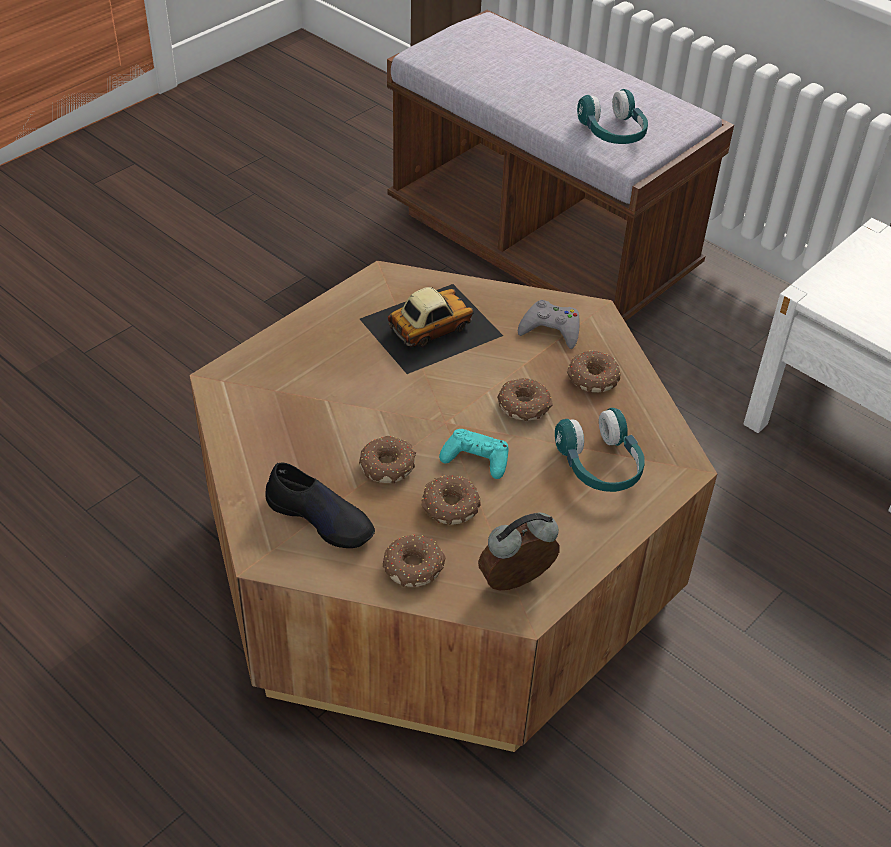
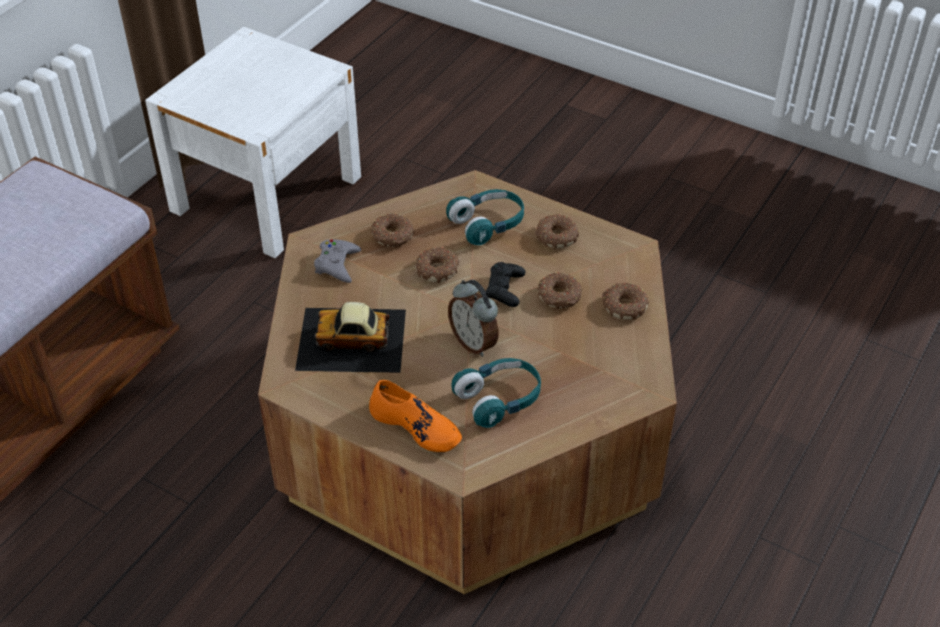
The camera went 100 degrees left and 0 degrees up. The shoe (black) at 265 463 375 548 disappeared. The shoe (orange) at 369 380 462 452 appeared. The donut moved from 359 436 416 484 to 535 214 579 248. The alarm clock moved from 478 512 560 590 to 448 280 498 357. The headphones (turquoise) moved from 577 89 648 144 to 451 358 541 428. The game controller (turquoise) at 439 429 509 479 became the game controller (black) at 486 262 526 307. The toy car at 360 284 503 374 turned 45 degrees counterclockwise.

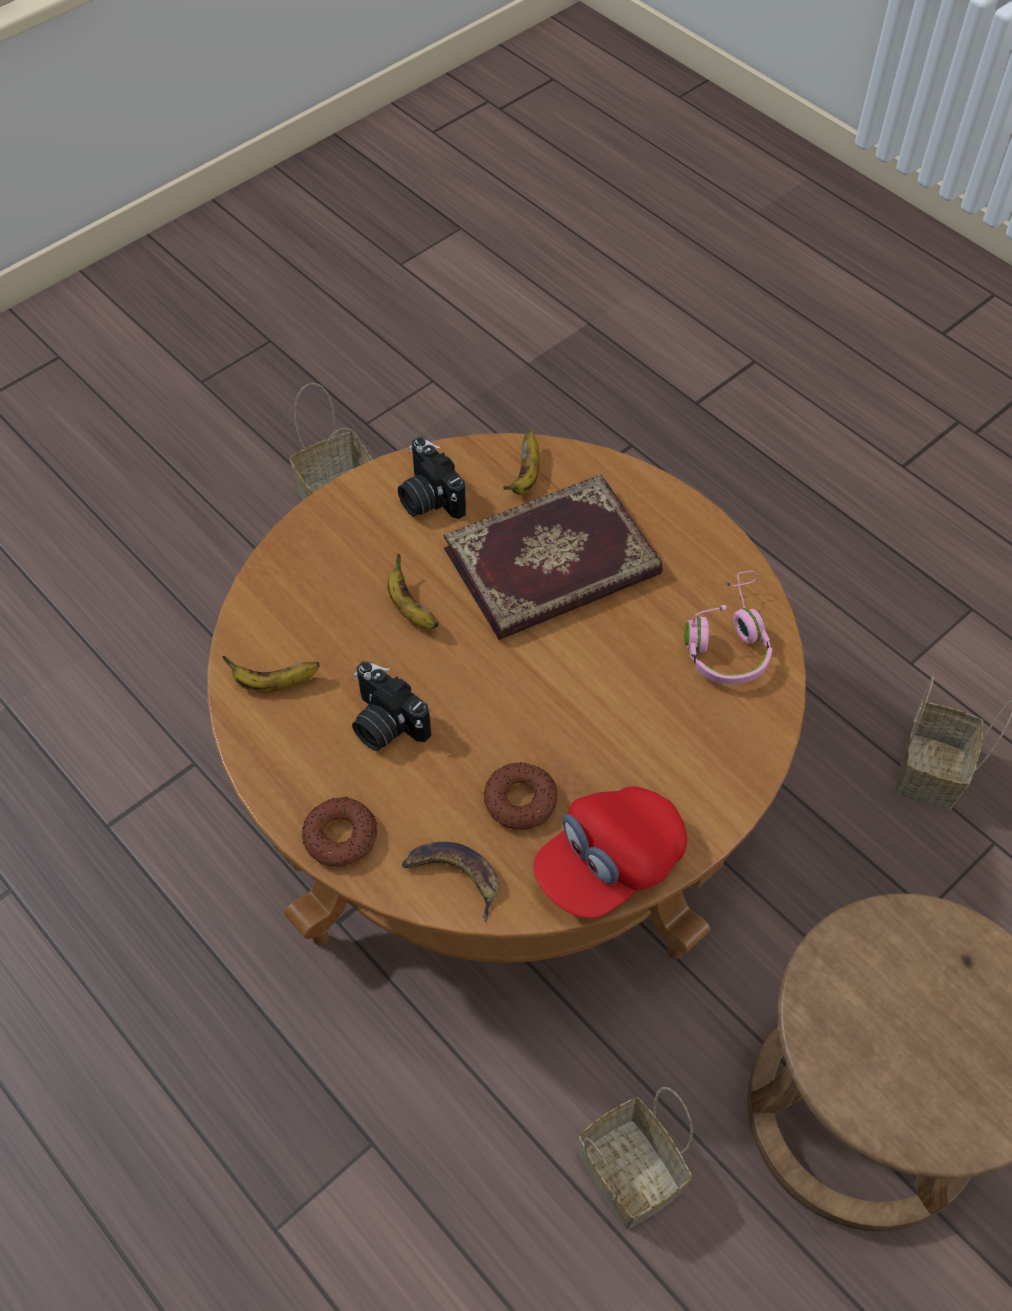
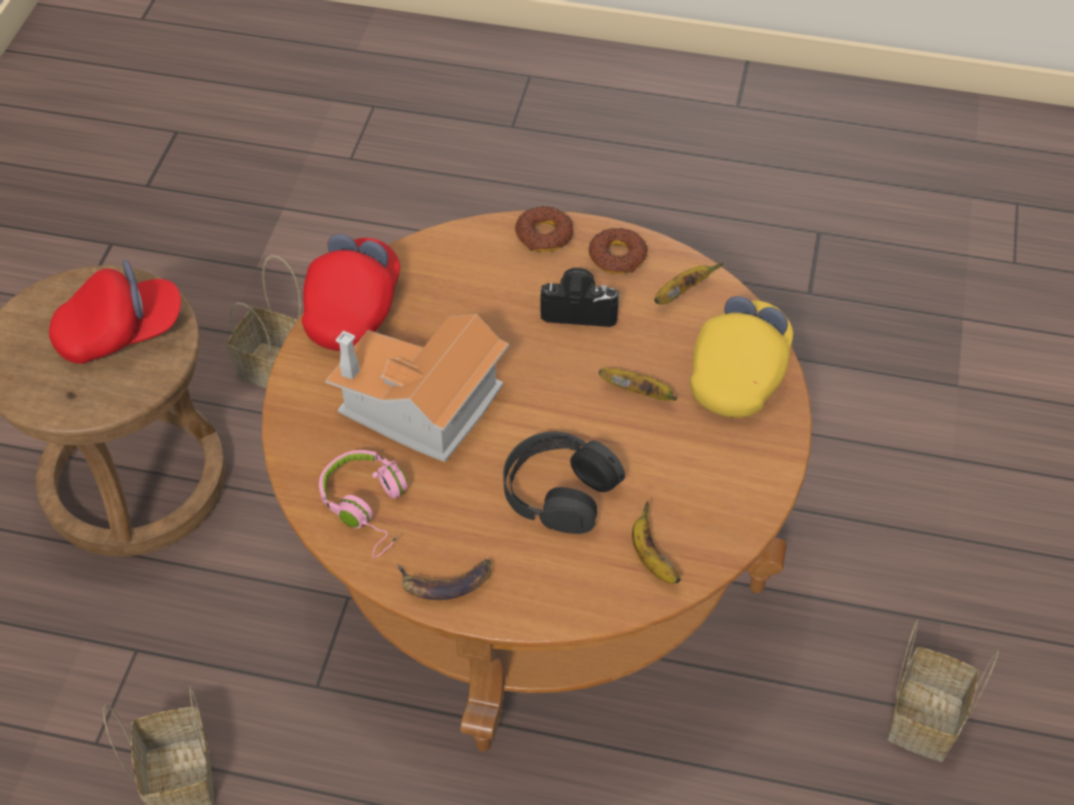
The camera went 145 degrees right and 5 degrees down. The photo camera at 398 437 466 519 disappeared. The cap (red) at 49 260 181 364 appeared. The toy house at 325 314 509 462 appeared. The cap (yellow) at 690 296 793 418 appeared. The banana moved from 402 842 499 922 to 397 559 492 600. The donut moved from 483 762 558 830 to 589 228 648 274. The book at 444 474 663 640 was replaced by the headphones (black) at 503 432 625 534.

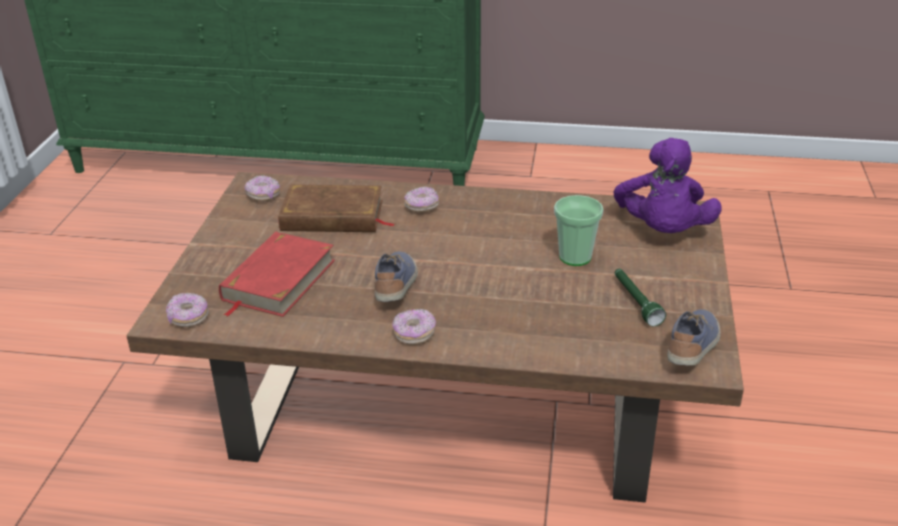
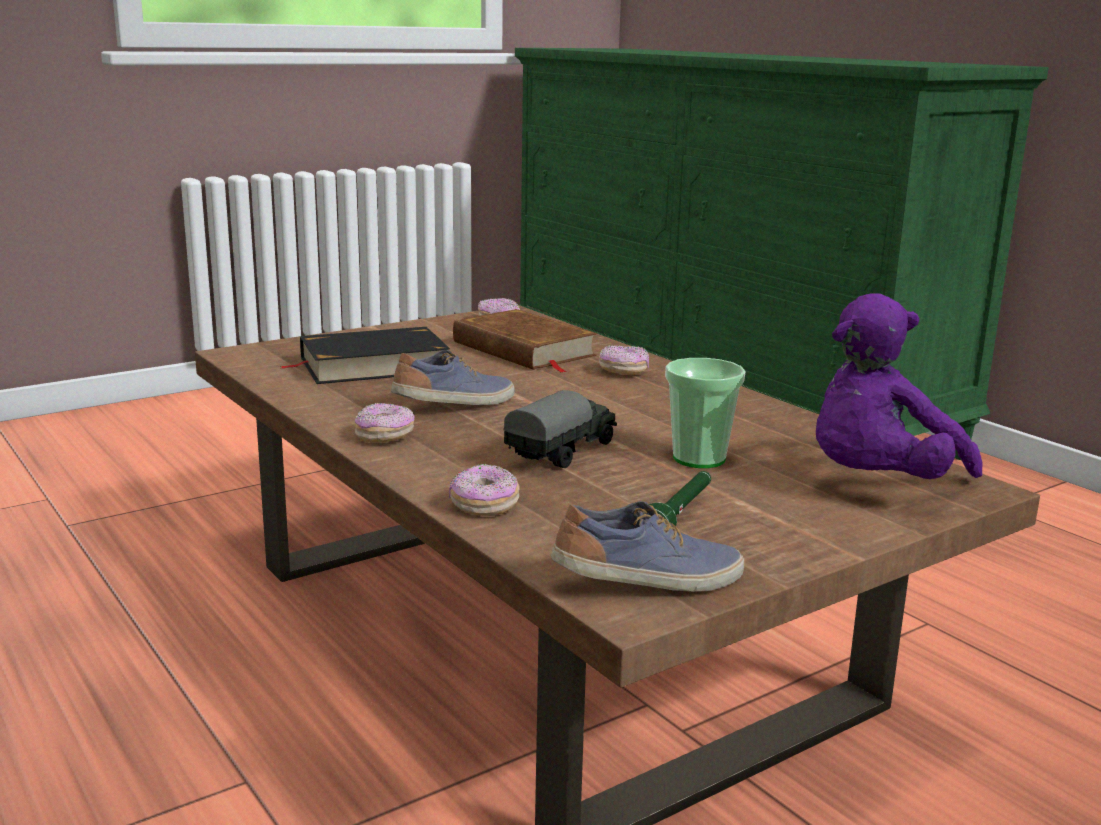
The camera went 45 degrees right and 15 degrees down. The toy truck at 503 390 617 468 appeared. The donut moved from 166 293 209 327 to 449 464 520 516. The book (red) at 219 232 335 317 became the book (black) at 281 327 450 384.

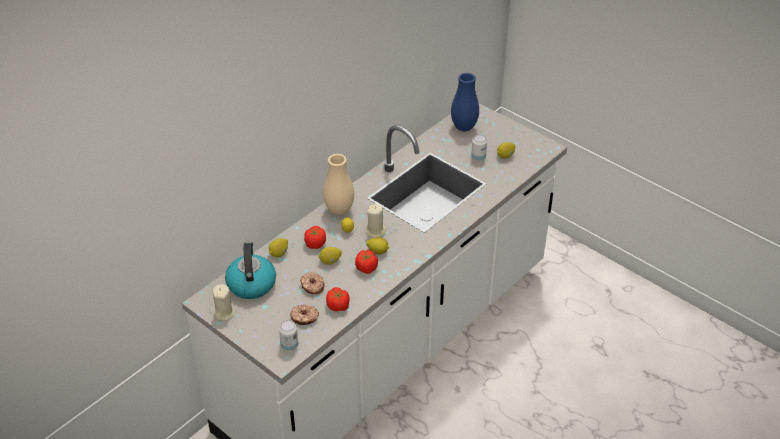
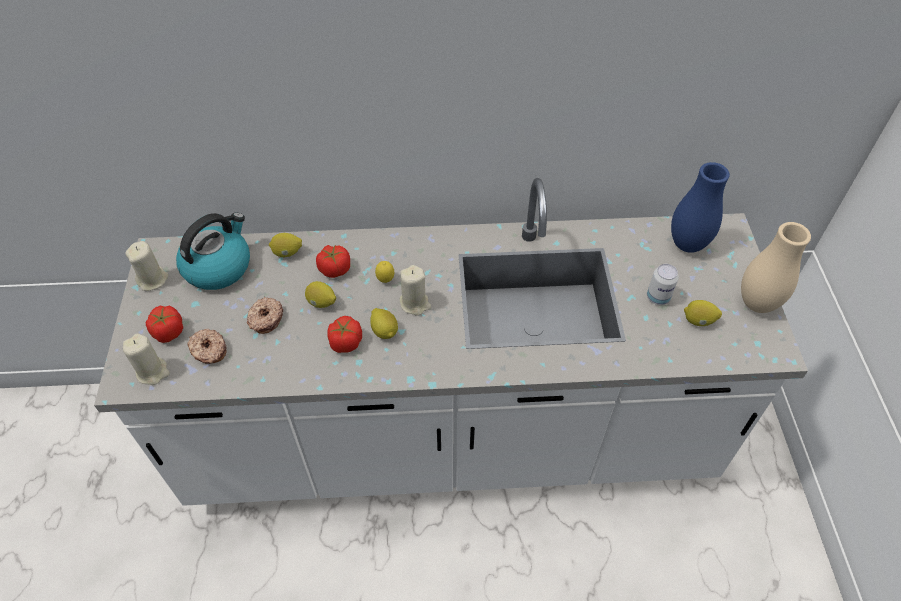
The camera went 45 degrees right and 10 degrees up. The vase (beige) moved from 323 154 354 216 to 741 222 811 313. The tomato moved from 326 287 350 311 to 146 306 183 343. The can at 279 320 298 351 was replaced by the candle (beige) at 123 334 170 385.

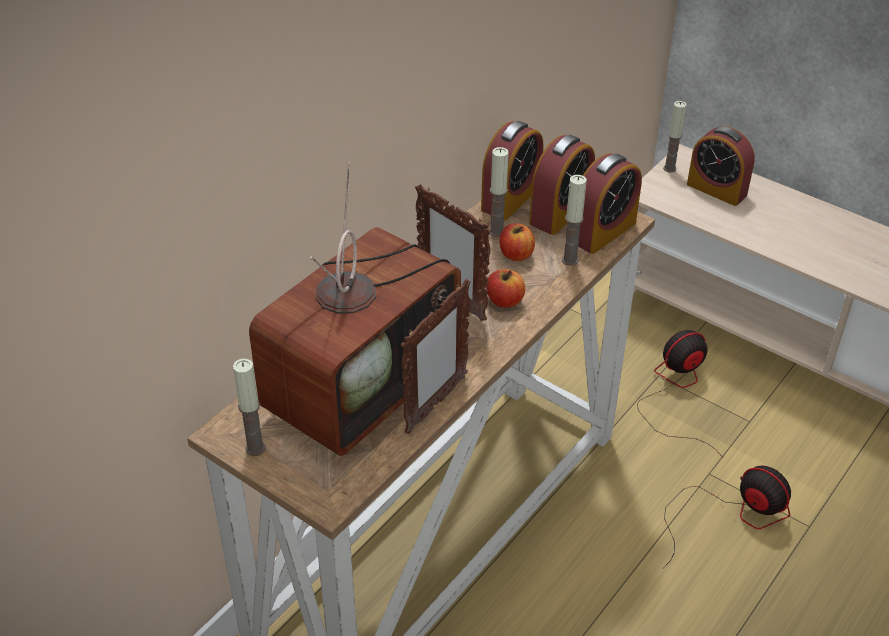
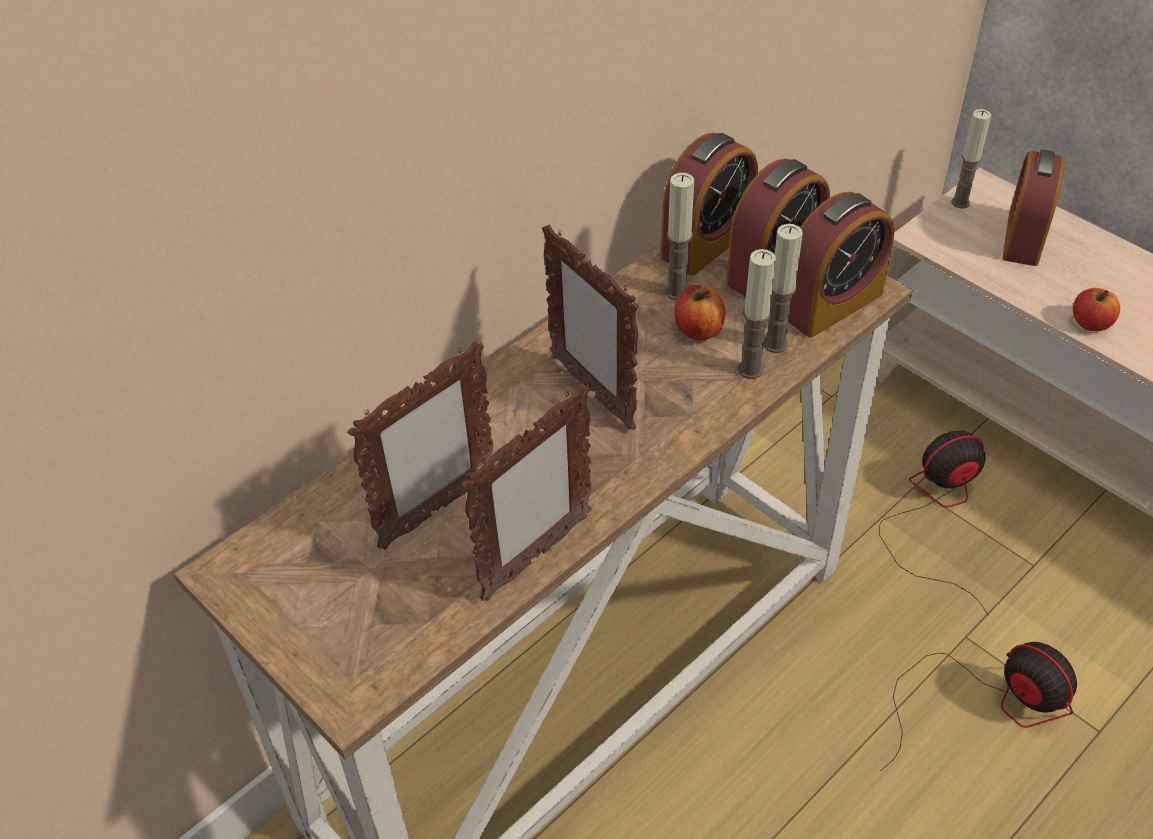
The camera went 10 degrees right and 5 degrees up. The candle moved from 233 358 266 456 to 738 249 776 379. The apple moved from 486 269 525 308 to 1073 288 1120 331. The television at 249 162 461 456 was replaced by the picture frame at 347 341 493 550. The alarm clock at 687 127 755 206 turned 60 degrees clockwise.

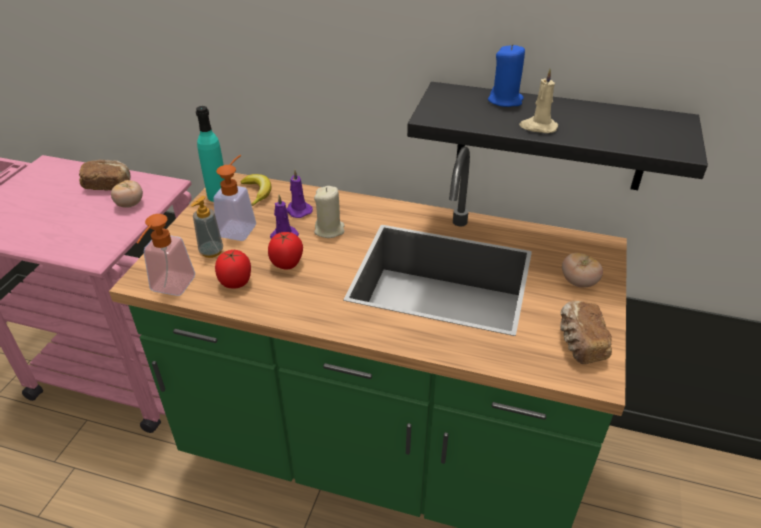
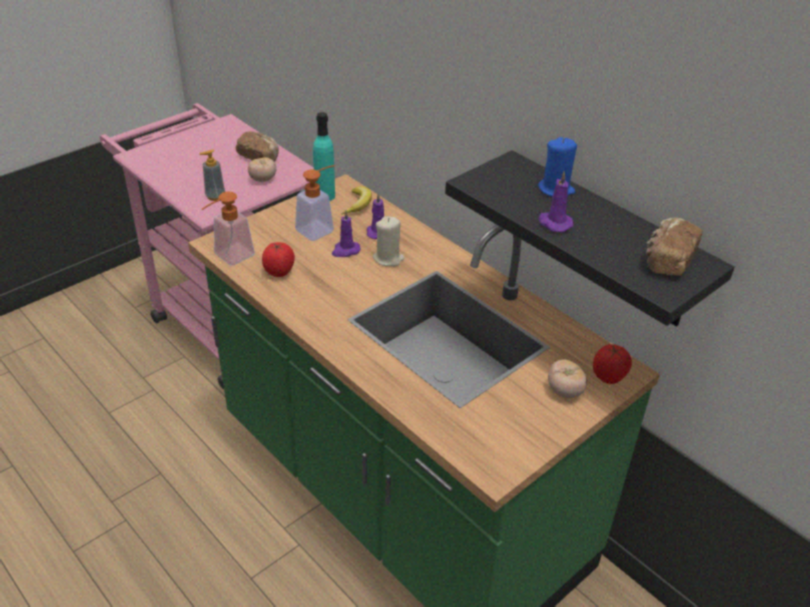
The camera went 30 degrees right and 0 degrees up. The soap dispenser moved from 191 196 223 258 to 199 149 225 201. The tomato moved from 268 232 303 270 to 593 344 632 384. The bread moved from 560 301 612 364 to 646 218 703 276. The candle (beige) at 519 69 558 133 became the candle (purple) at 539 171 573 233.

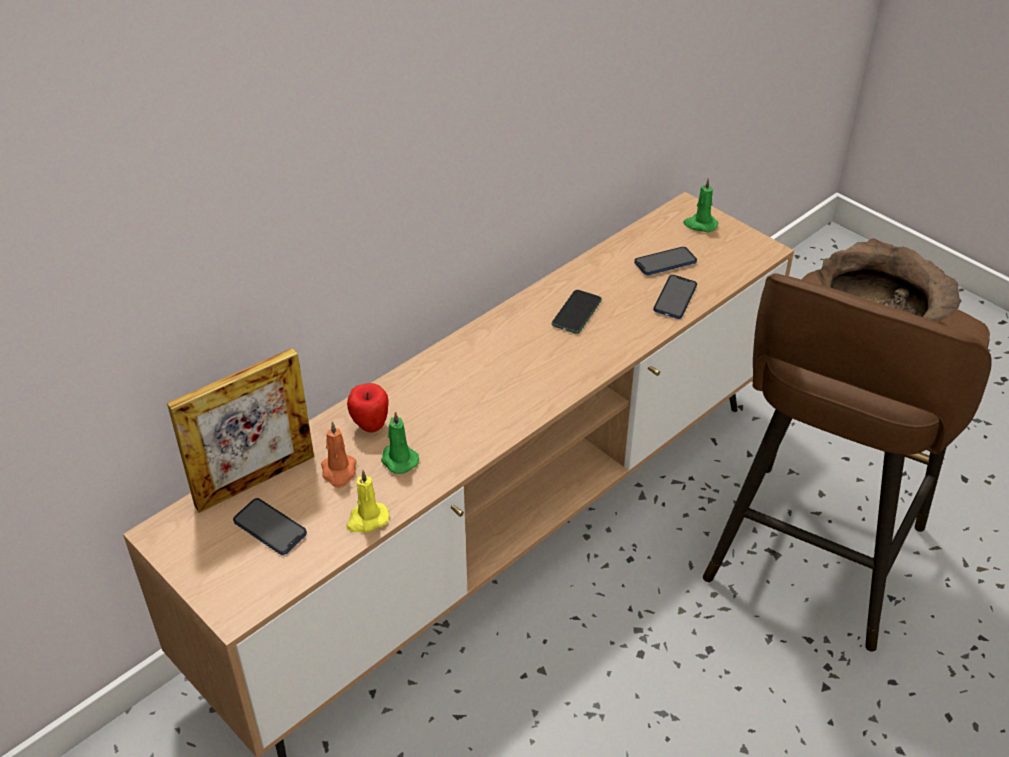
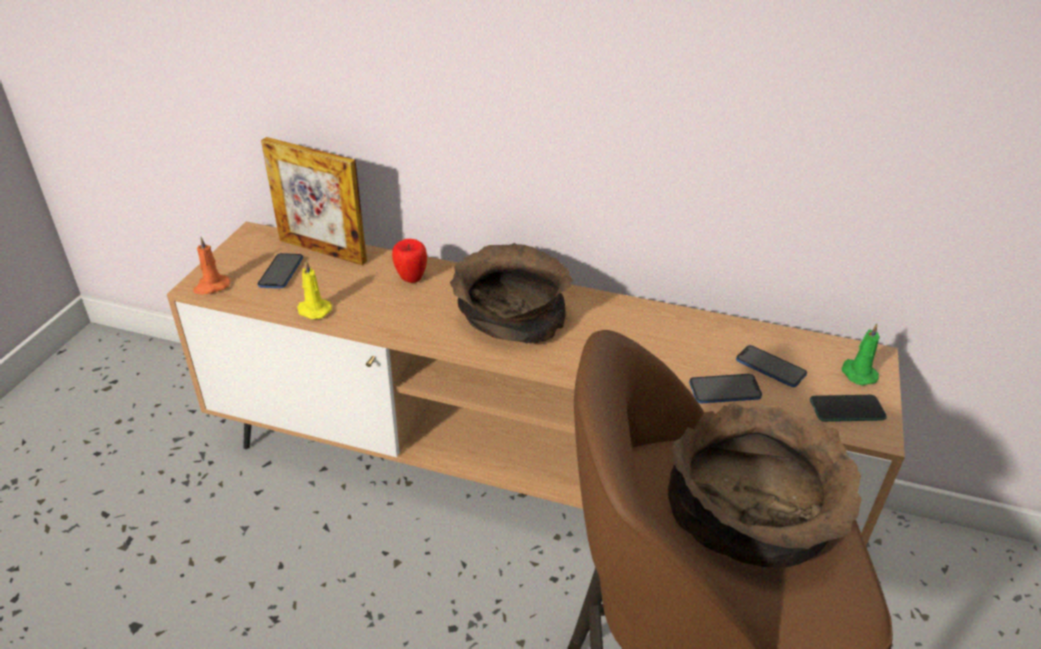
The camera went 60 degrees right and 5 degrees down. The candle (green) at 381 411 419 474 disappeared. The bowl (brown) at 450 243 573 343 appeared. The candle (orange) moved from 321 422 357 488 to 194 237 230 294. The phone moved from 552 290 602 334 to 810 395 887 422.

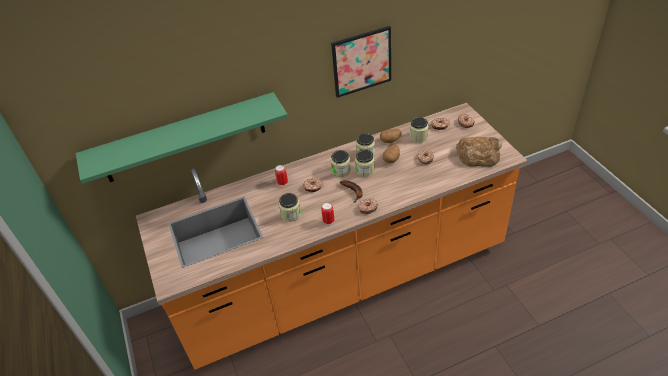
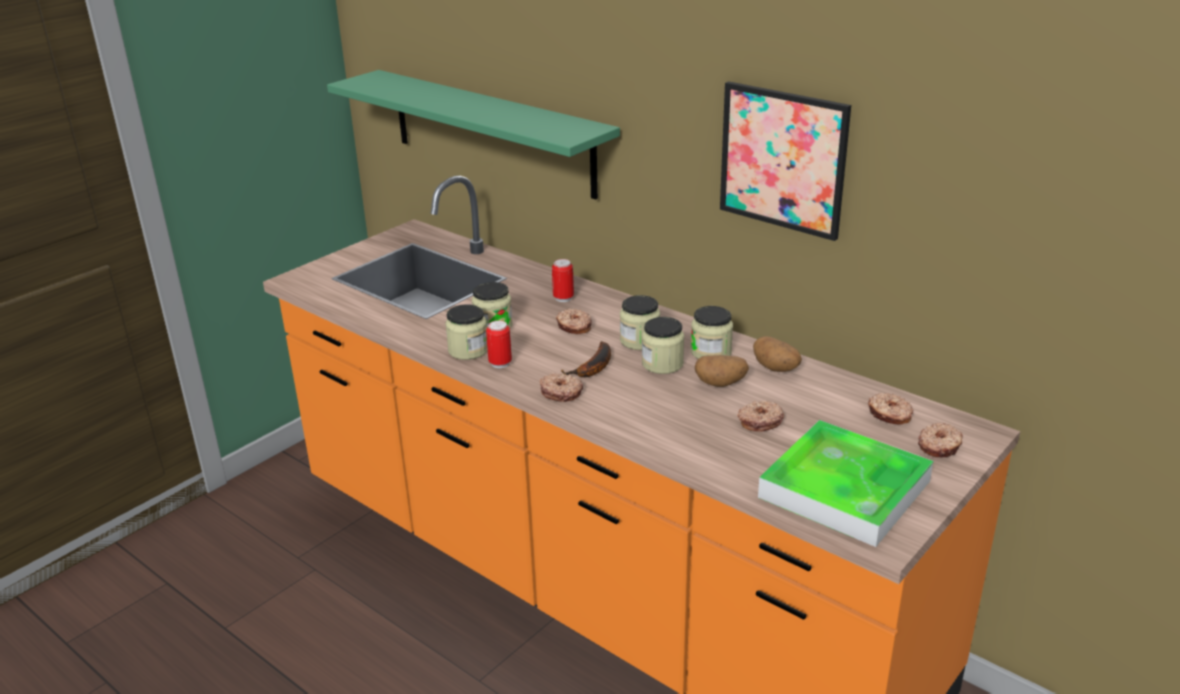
The camera went 60 degrees right and 15 degrees down. The jar moved from 410 117 429 143 to 445 305 488 360. The bread at 456 137 502 167 was replaced by the tray at 758 420 933 547.

